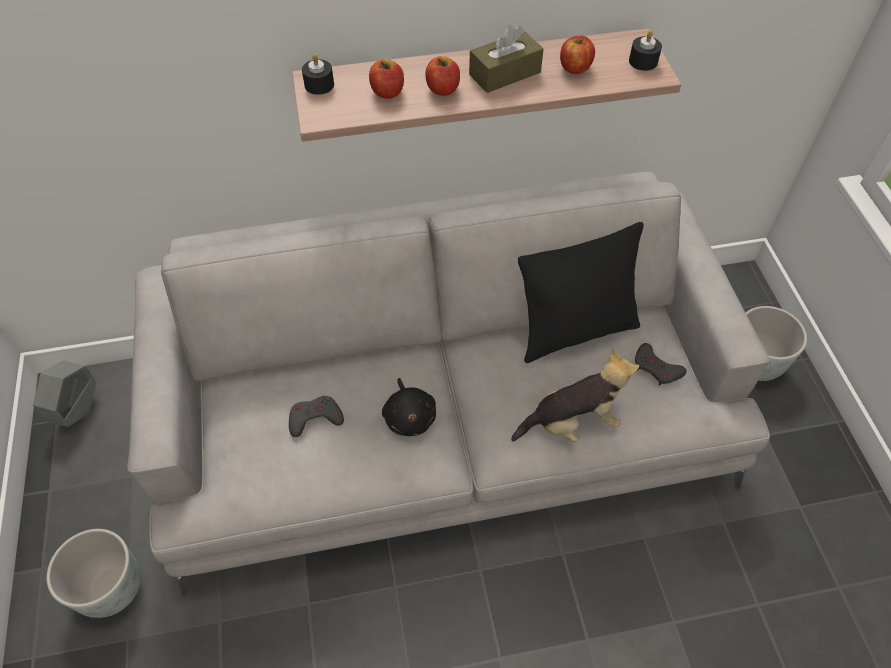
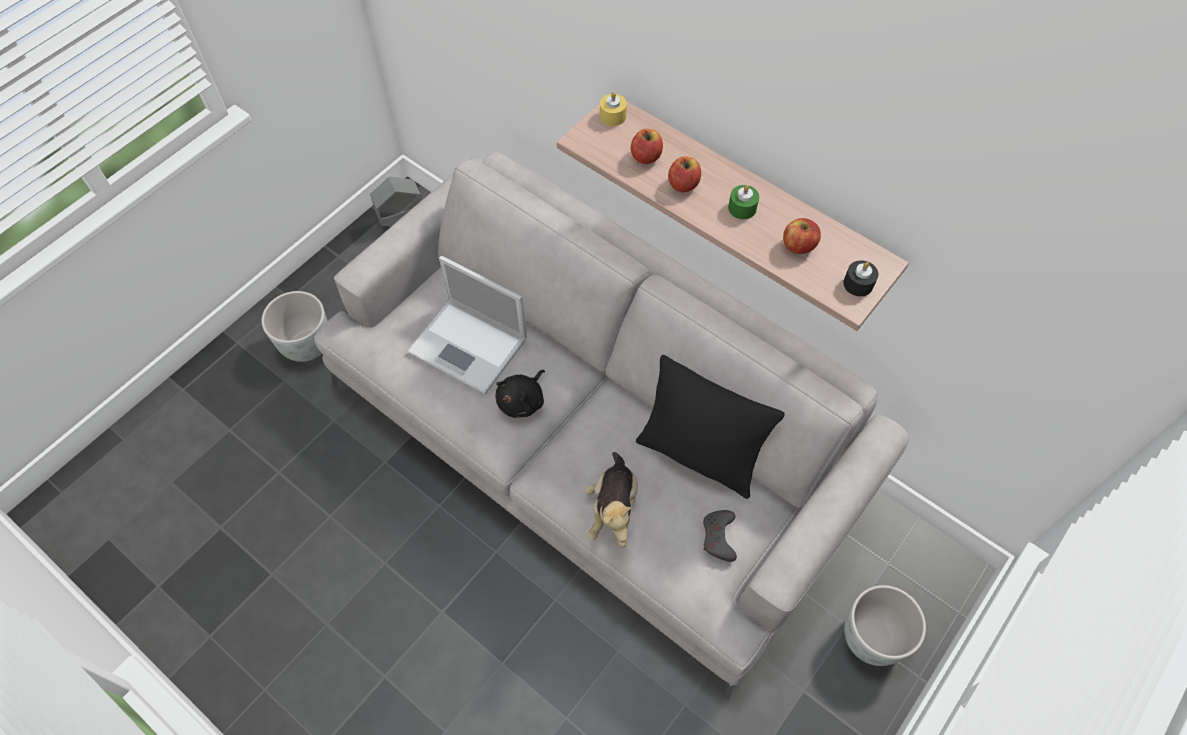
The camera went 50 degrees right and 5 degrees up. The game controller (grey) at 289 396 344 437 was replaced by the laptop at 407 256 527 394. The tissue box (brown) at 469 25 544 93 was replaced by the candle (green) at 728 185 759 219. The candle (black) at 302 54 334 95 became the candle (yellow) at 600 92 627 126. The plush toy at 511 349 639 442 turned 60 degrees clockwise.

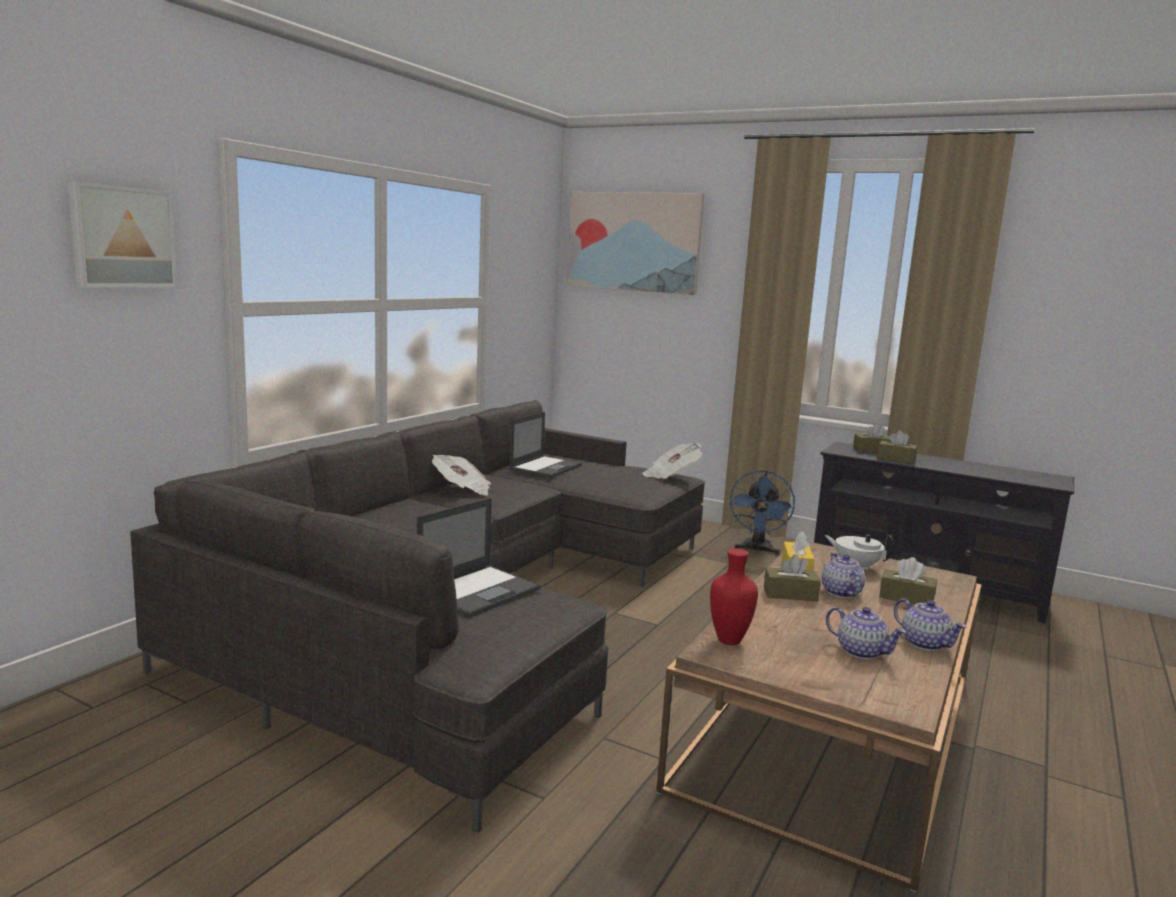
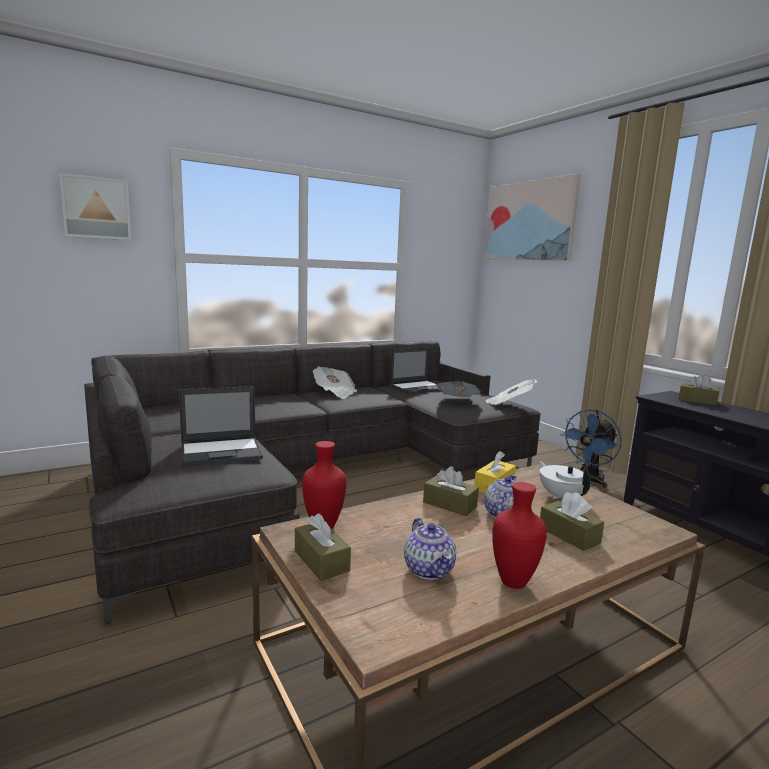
The camera went 30 degrees right and 0 degrees up. The newspaper at 436 381 481 397 appeared. The tissue box (brown) moved from 877 430 918 464 to 295 513 351 581. The teapot at 893 598 967 651 was replaced by the vase (red) at 492 482 547 589.

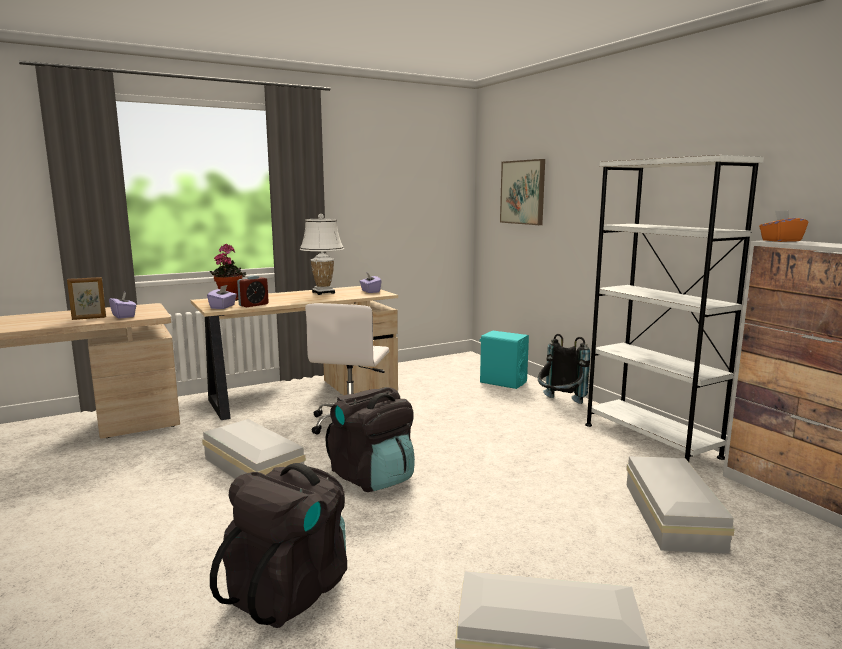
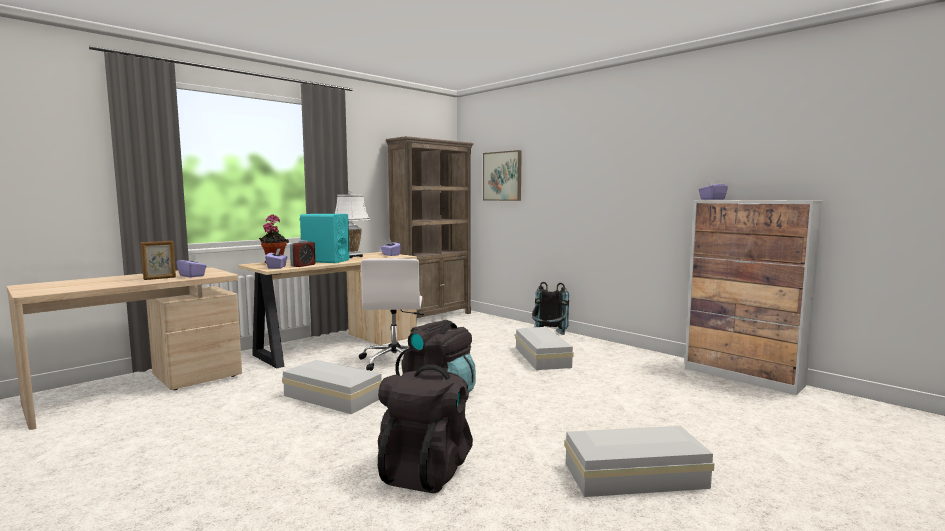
The camera went 15 degrees left and 5 degrees down. The bookcase (white) at 585 155 764 462 disappeared. The bookcase (brown) at 386 136 474 318 appeared. The speaker (turquoise) moved from 480 331 529 389 to 300 214 349 263. The storage box (white) moved from 626 456 735 554 to 515 327 574 370. The tissue box (orange) at 759 210 808 242 became the tissue box (purple) at 699 179 728 200.

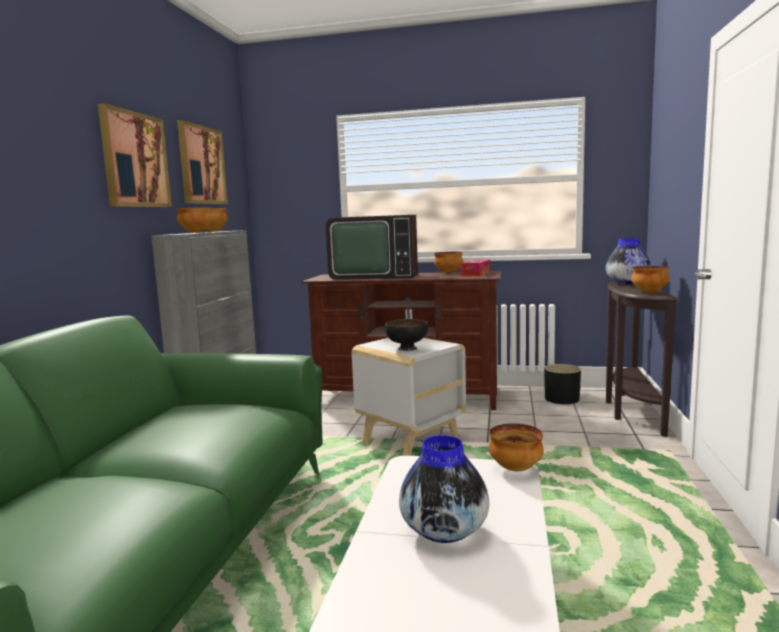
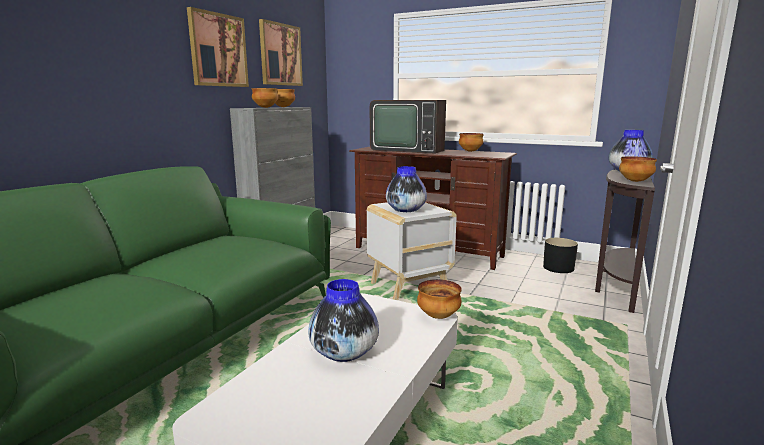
The camera went 15 degrees right and 5 degrees up. The tissue box at 461 260 490 276 disappeared. The bowl (black) at 385 319 428 351 was replaced by the vase at 386 166 427 212.

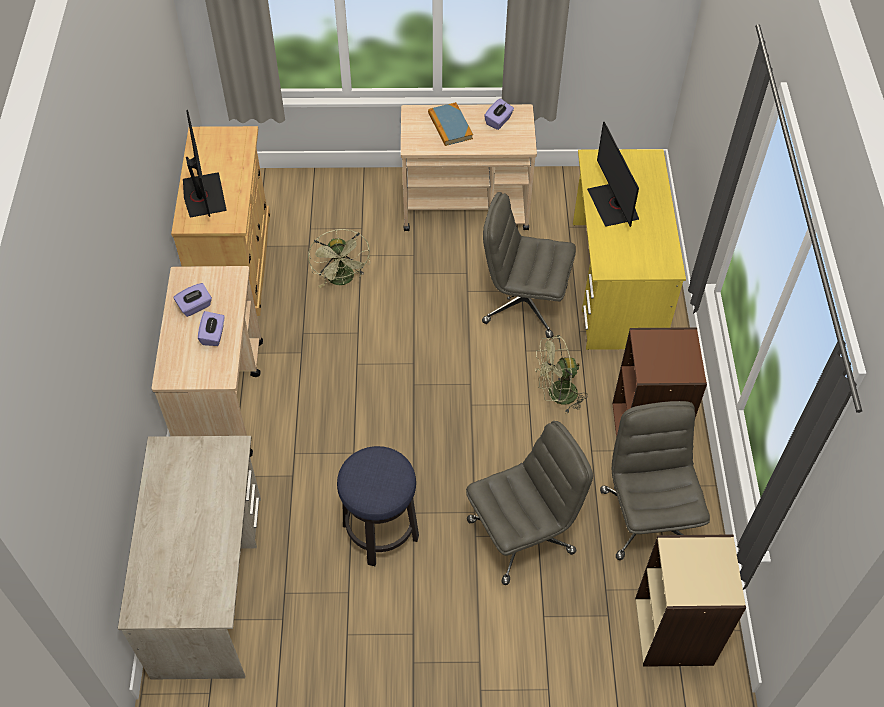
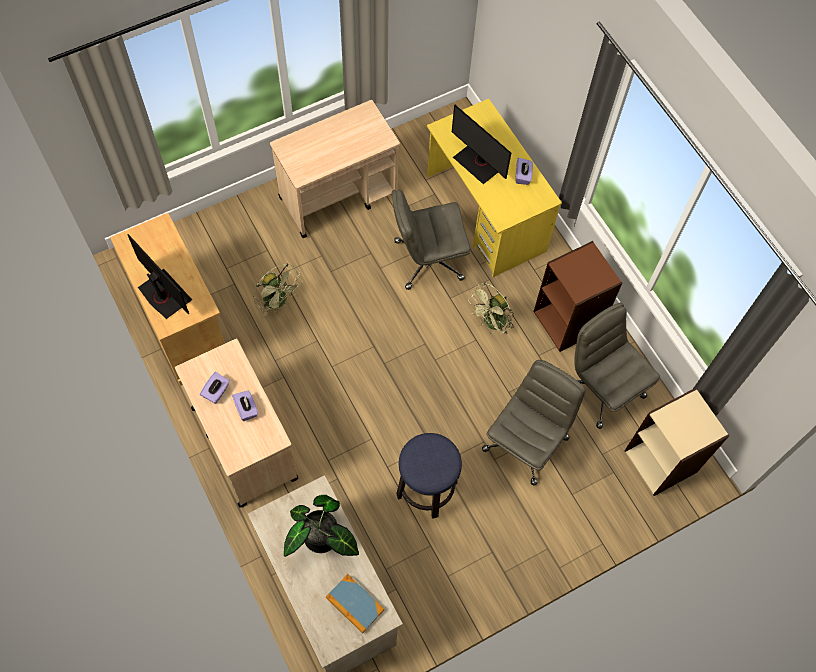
The camera went 30 degrees left and 10 degrees up. The potted plant at 284 495 359 557 appeared. The book moved from 428 102 473 146 to 326 574 384 633. The tissue box (purple) moved from 484 99 514 130 to 516 158 533 185.

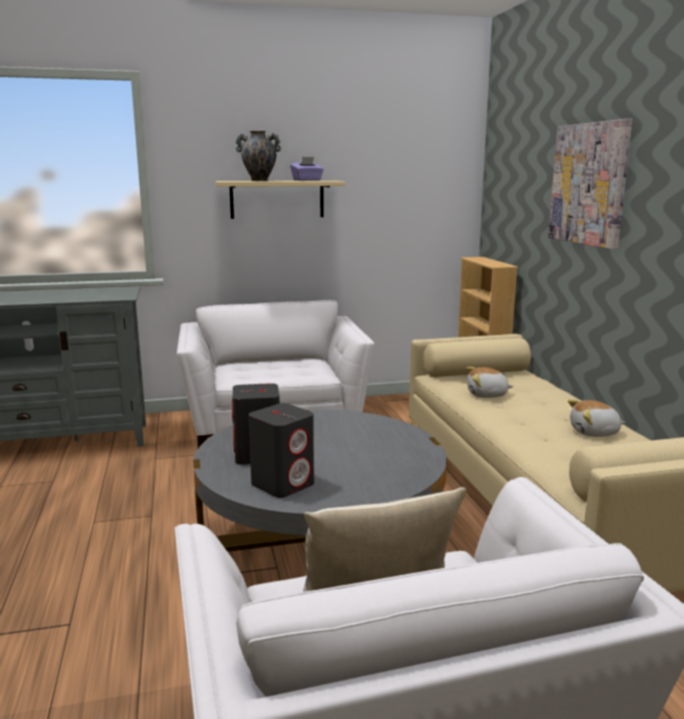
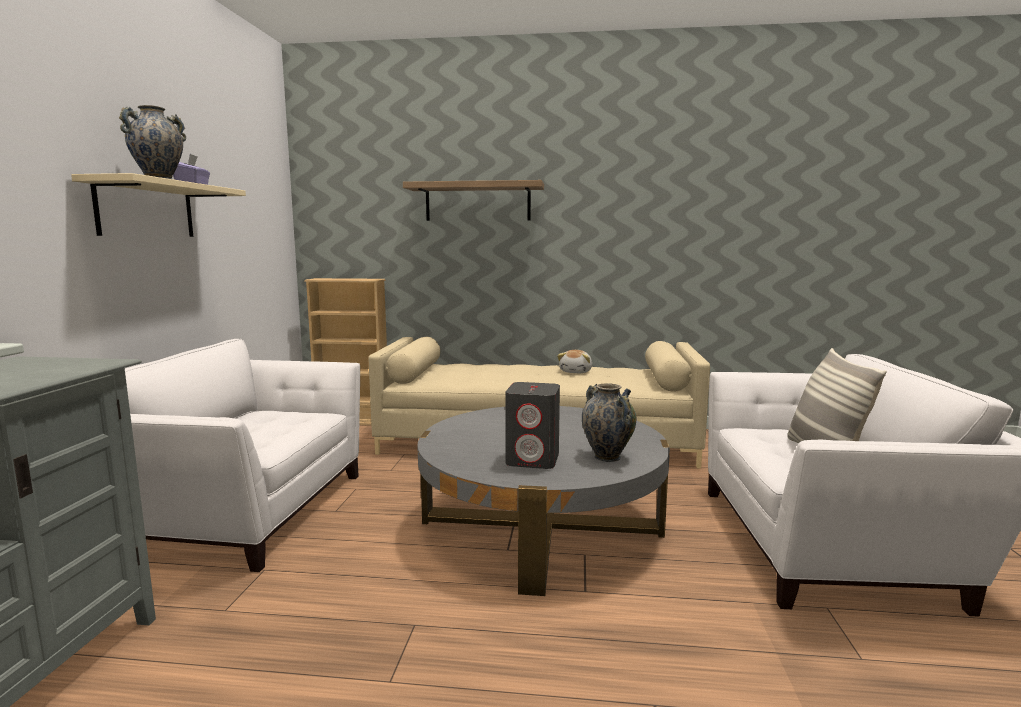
The camera went 70 degrees left and 5 degrees down. The plush toy at 466 367 514 398 disappeared. The speaker (grey) at 249 403 314 498 was replaced by the vase at 582 383 636 462. The picture at 548 119 632 249 was replaced by the shelf at 403 180 544 221.

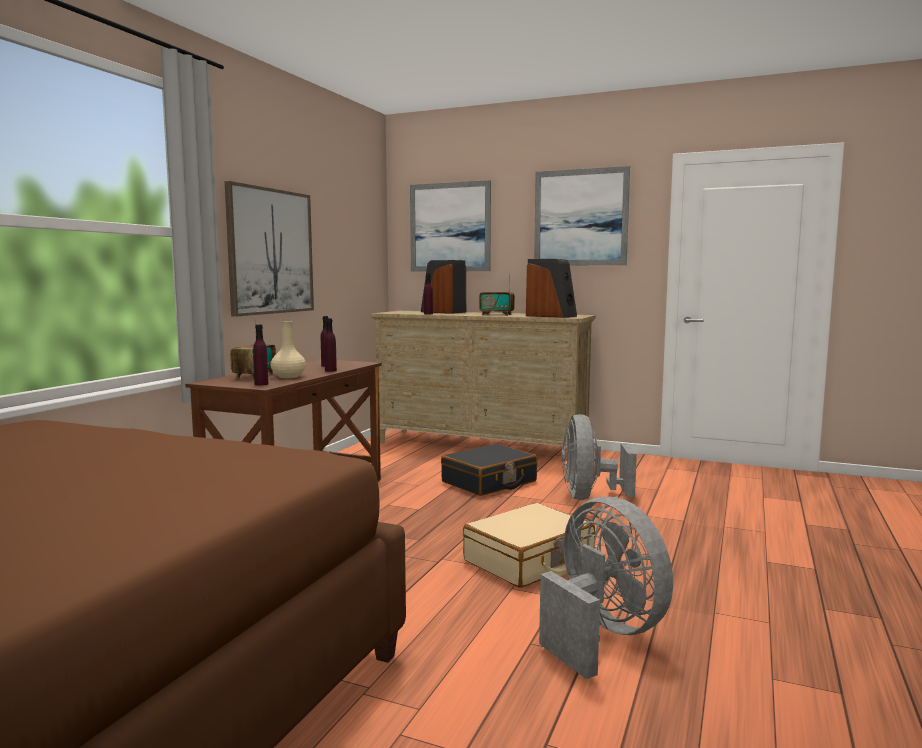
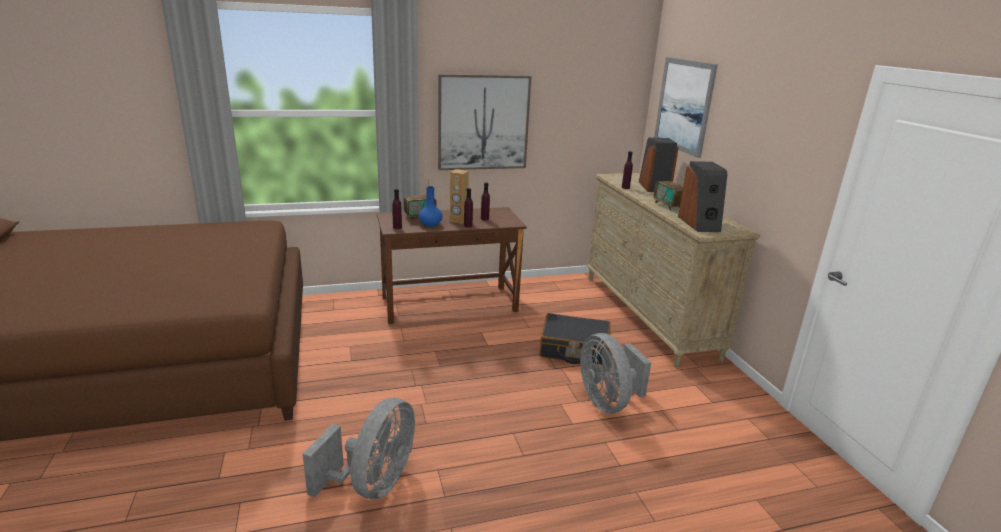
The camera went 50 degrees right and 15 degrees up. The suitcase (beige) at 463 503 595 588 disappeared. The picture at 534 166 630 265 disappeared. The speaker (brown) at 450 169 469 224 appeared. The vase (beige) at 271 321 306 378 became the vase (blue) at 418 186 443 227. The fan (grey) at 561 414 637 500 turned 75 degrees counterclockwise.

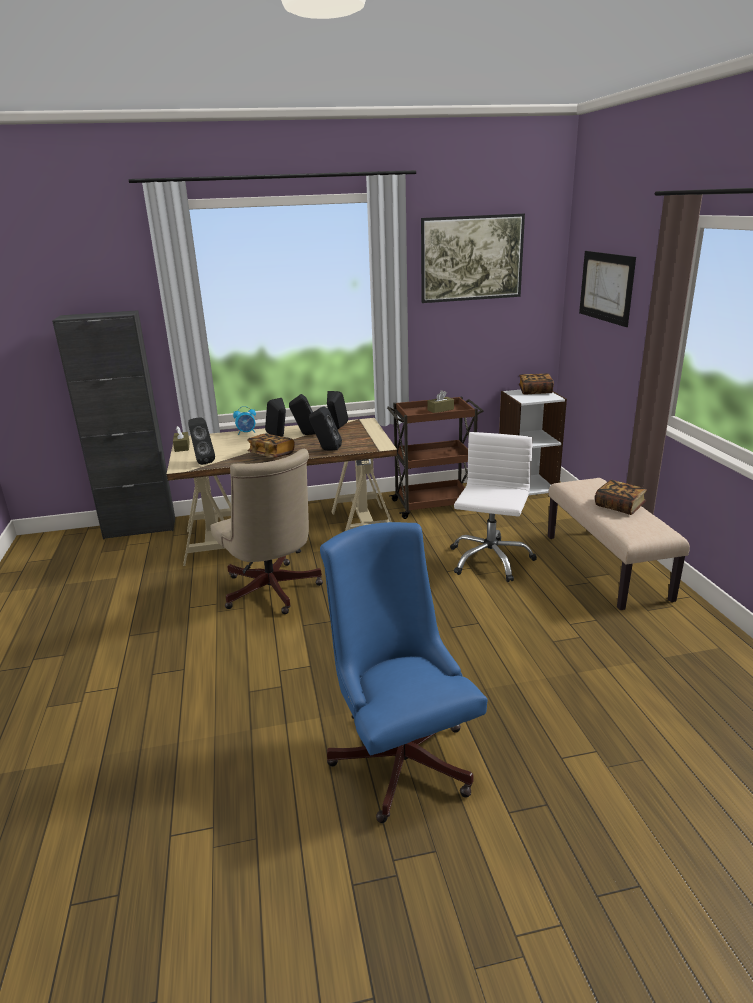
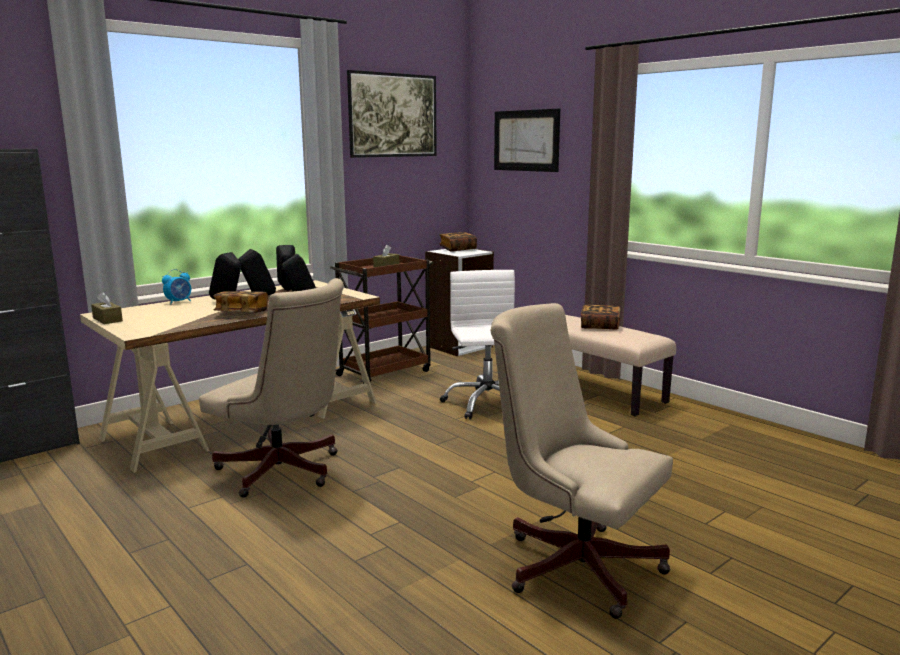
The camera went 30 degrees left and 10 degrees down. The speaker (black) at 188 417 215 465 disappeared. The office chair (blue) at 320 522 487 823 became the office chair (beige) at 491 303 673 619.

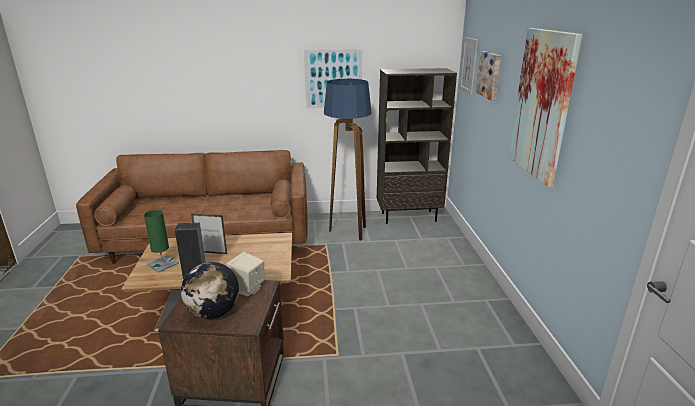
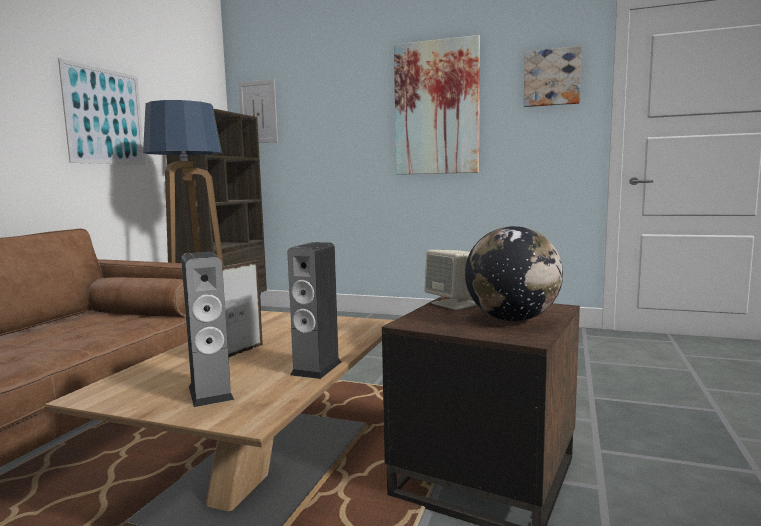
The camera went 65 degrees left and 15 degrees down. The picture moved from 476 51 501 100 to 524 46 582 107. The table lamp (green) at 144 210 179 273 was replaced by the speaker at 181 252 234 407.

